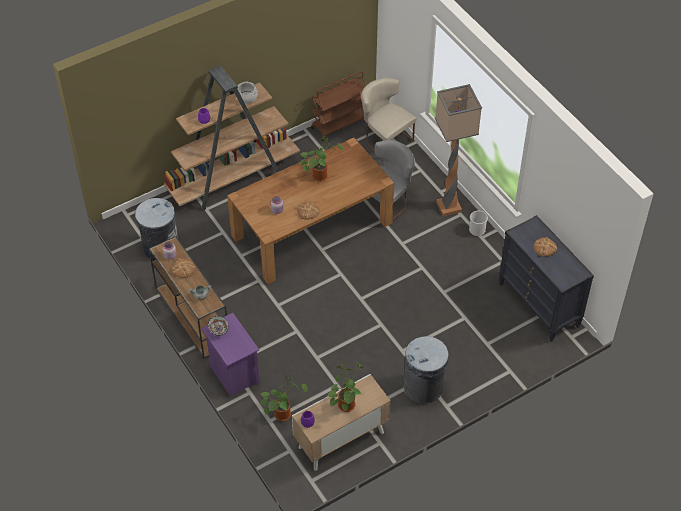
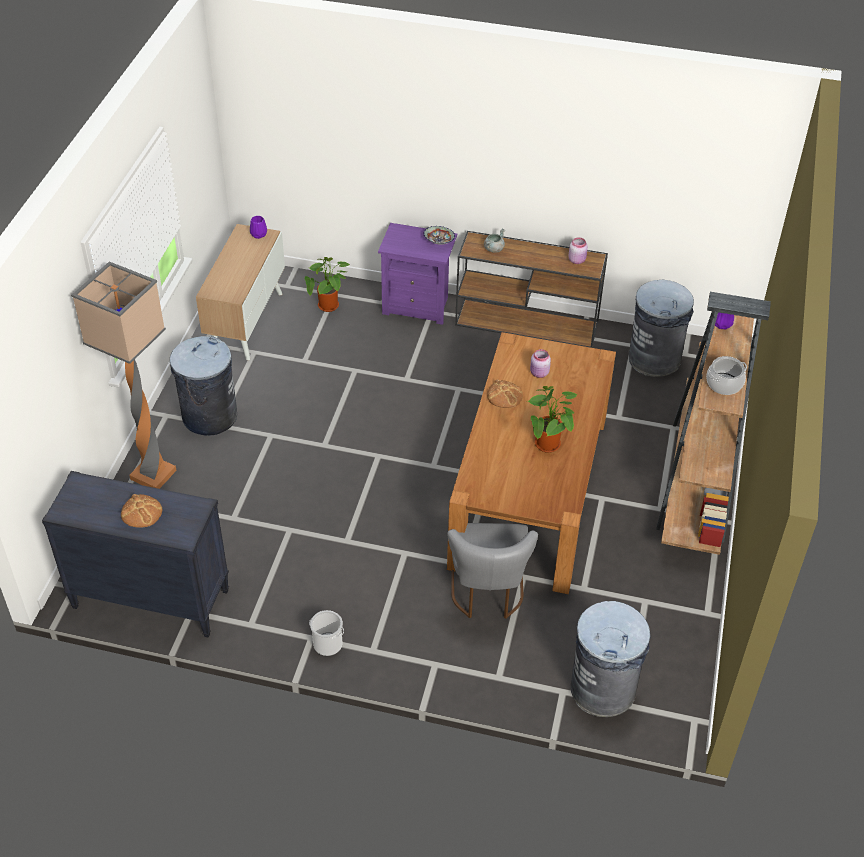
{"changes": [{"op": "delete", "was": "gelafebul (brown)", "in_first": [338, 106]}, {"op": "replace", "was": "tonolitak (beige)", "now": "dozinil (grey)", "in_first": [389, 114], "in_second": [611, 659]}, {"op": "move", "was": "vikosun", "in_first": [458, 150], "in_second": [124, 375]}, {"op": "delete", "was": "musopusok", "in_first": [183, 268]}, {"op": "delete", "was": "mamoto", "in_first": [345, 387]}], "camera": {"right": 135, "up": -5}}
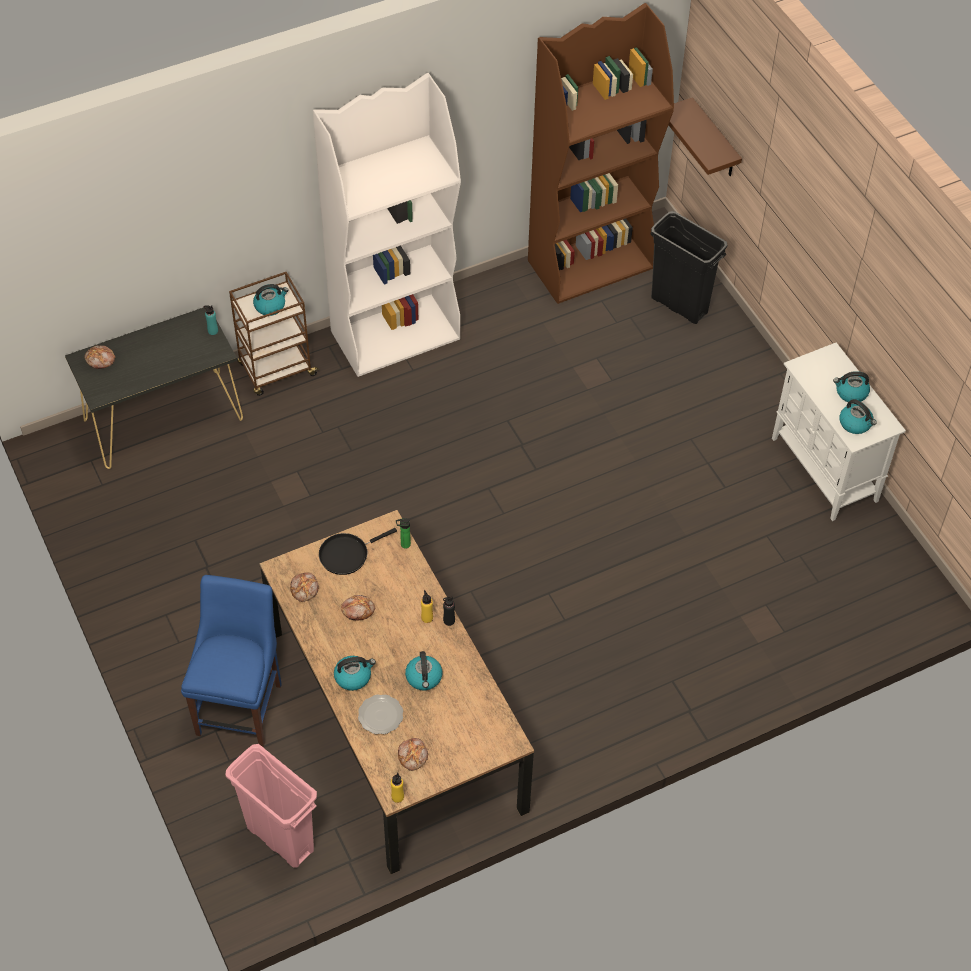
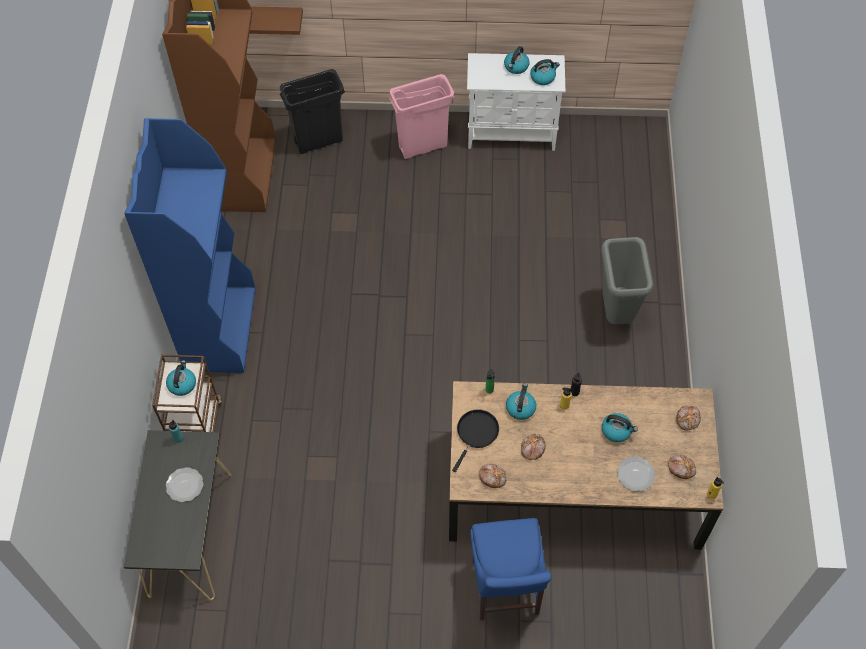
{"changes": [{"op": "recolor", "was": "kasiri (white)", "now": "kasiri (blue)", "in_first": [387, 225], "in_second": [189, 245]}, {"op": "move", "was": "musopusok", "in_first": [99, 357], "in_second": [688, 418]}, {"op": "rotate", "was": "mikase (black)", "in_first": [358, 551], "in_second": [475, 440], "clockwise": -150}, {"op": "rotate", "was": "tonolitak (blue)", "in_first": [231, 661], "in_second": [511, 569], "clockwise": -135}, {"op": "move", "was": "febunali", "in_first": [355, 673], "in_second": [521, 401]}, {"op": "move", "was": "dozinil (pink)", "in_first": [271, 806], "in_second": [422, 116]}, {"op": "insert", "now": "dozinil (grey)", "in_second": [627, 280]}, {"op": "insert", "now": "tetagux", "in_second": [184, 484]}], "camera": {"right": -60, "up": 5}}
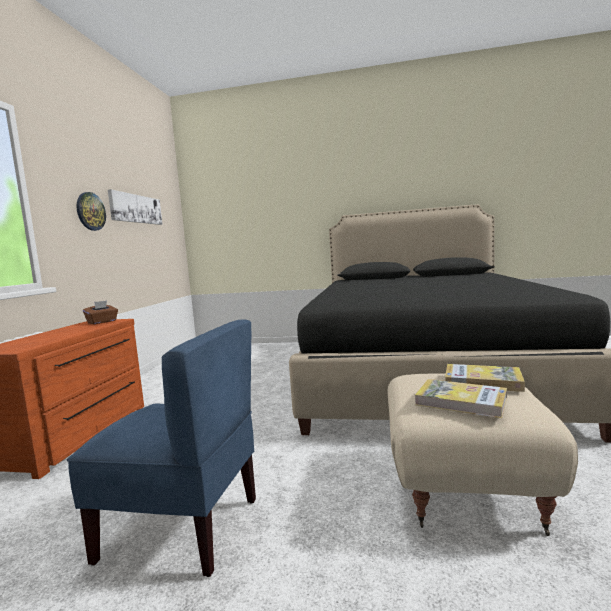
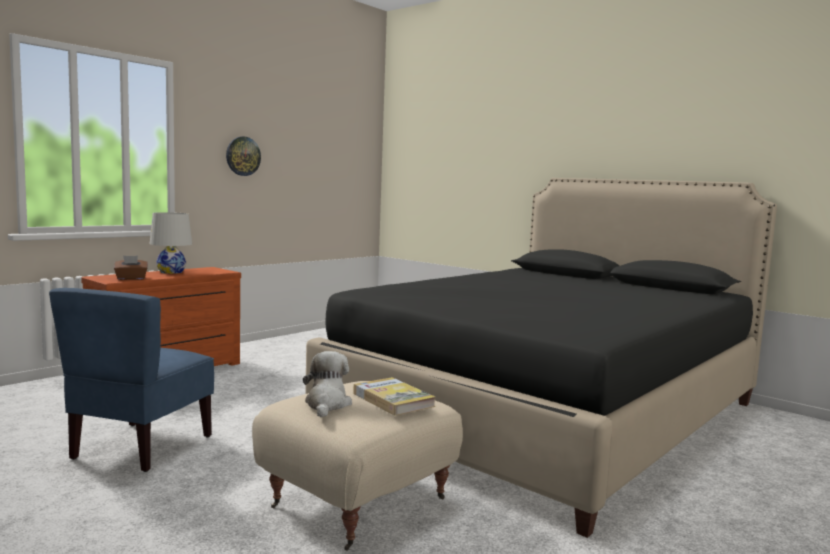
{"changes": [{"op": "delete", "was": "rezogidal", "in_first": [135, 207]}, {"op": "move", "was": "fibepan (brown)", "in_first": [100, 312], "in_second": [131, 268]}, {"op": "rotate", "was": "tonolitak (blue)", "in_first": [161, 448], "in_second": [131, 380], "clockwise": 60}, {"op": "replace", "was": "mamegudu", "now": "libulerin", "in_first": [461, 398], "in_second": [327, 384]}, {"op": "insert", "now": "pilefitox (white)", "in_second": [171, 243]}], "camera": {"right": 30, "up": 0}}
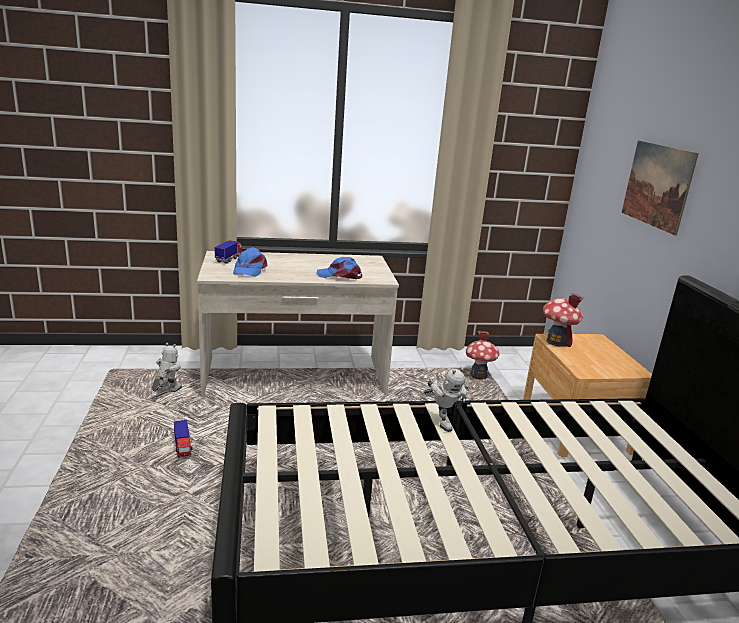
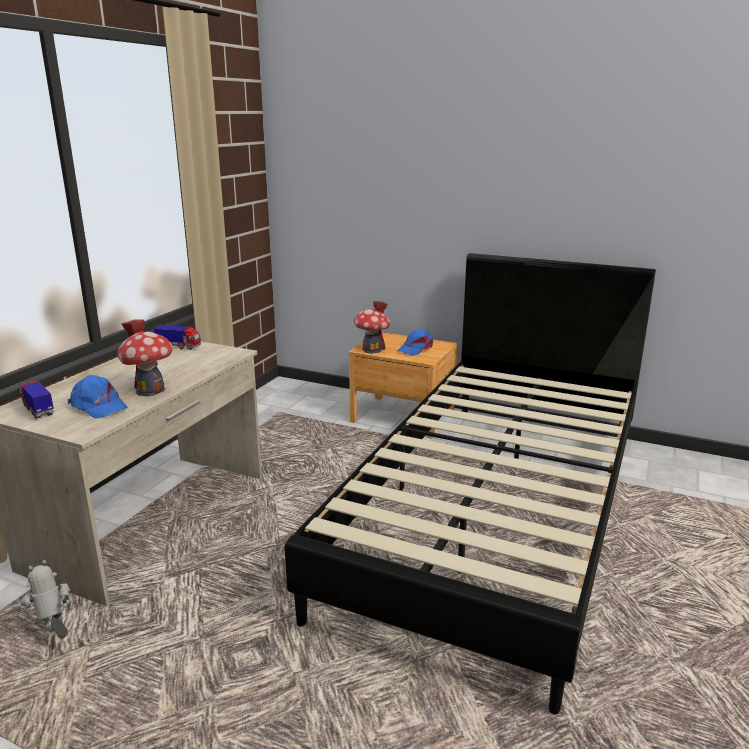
{"changes": [{"op": "delete", "was": "rezogidal", "in_first": [660, 187]}, {"op": "move", "was": "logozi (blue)", "in_first": [339, 268], "in_second": [415, 342]}, {"op": "move", "was": "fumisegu", "in_first": [483, 355], "in_second": [145, 357]}, {"op": "delete", "was": "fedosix", "in_first": [445, 399]}, {"op": "move", "was": "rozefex", "in_first": [183, 439], "in_second": [177, 337]}], "camera": {"right": -55, "up": 0}}
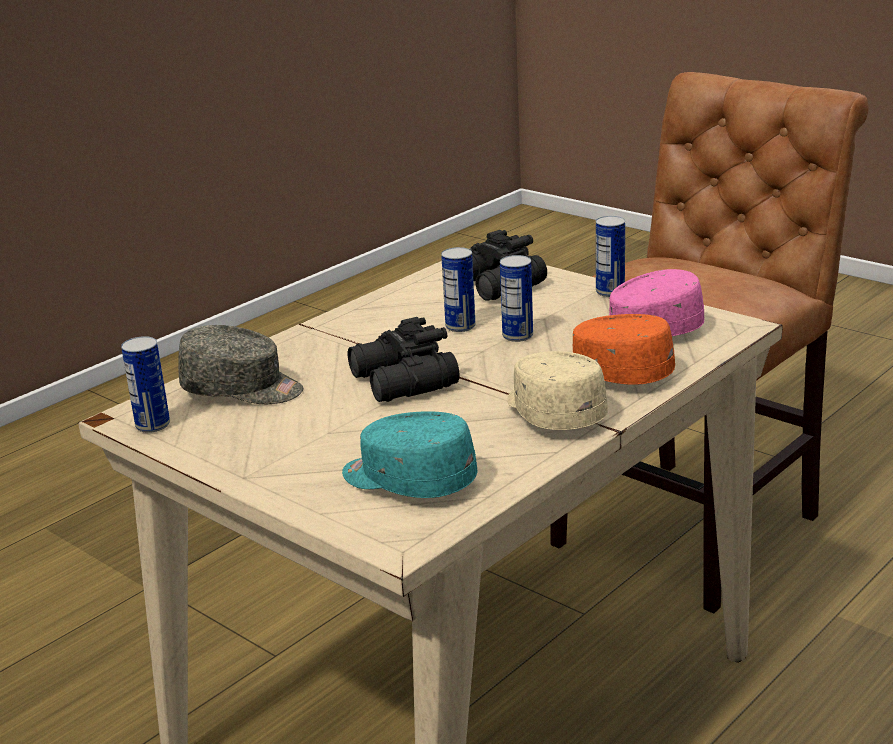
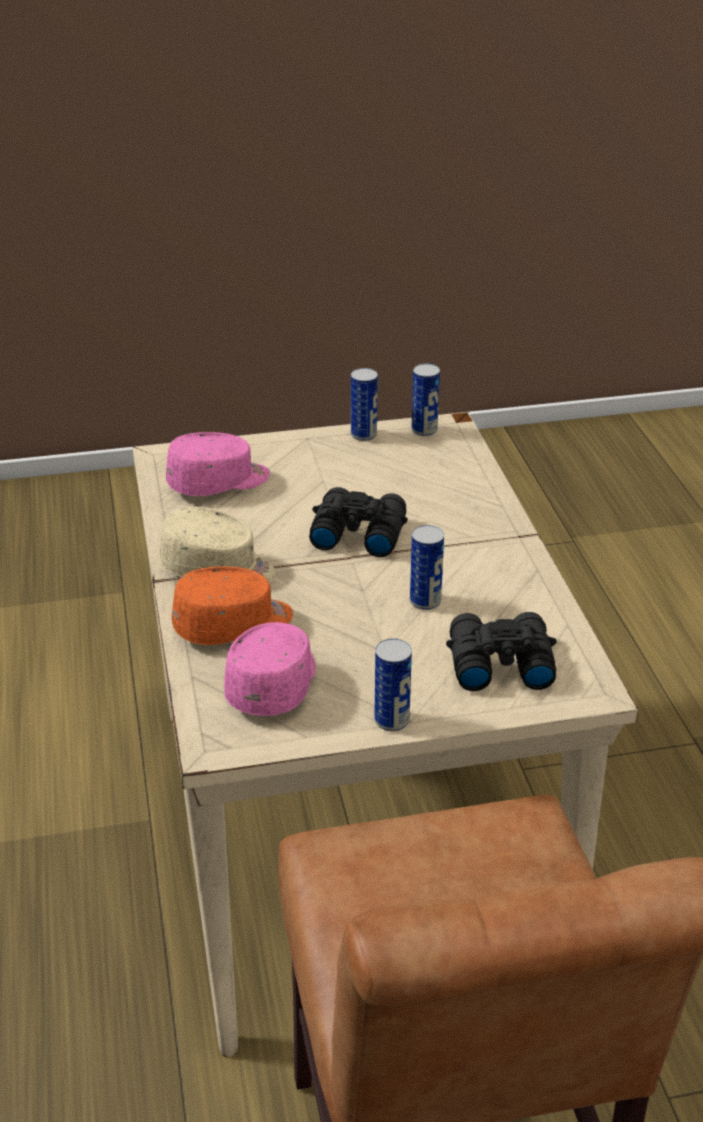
{"changes": [{"op": "move", "was": "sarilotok", "in_first": [516, 298], "in_second": [364, 404]}, {"op": "delete", "was": "logozi (grey)", "in_first": [240, 364]}, {"op": "recolor", "was": "logozi (turquoise)", "now": "logozi (pink)", "in_first": [410, 454], "in_second": [218, 464]}], "camera": {"right": 125, "up": 10}}
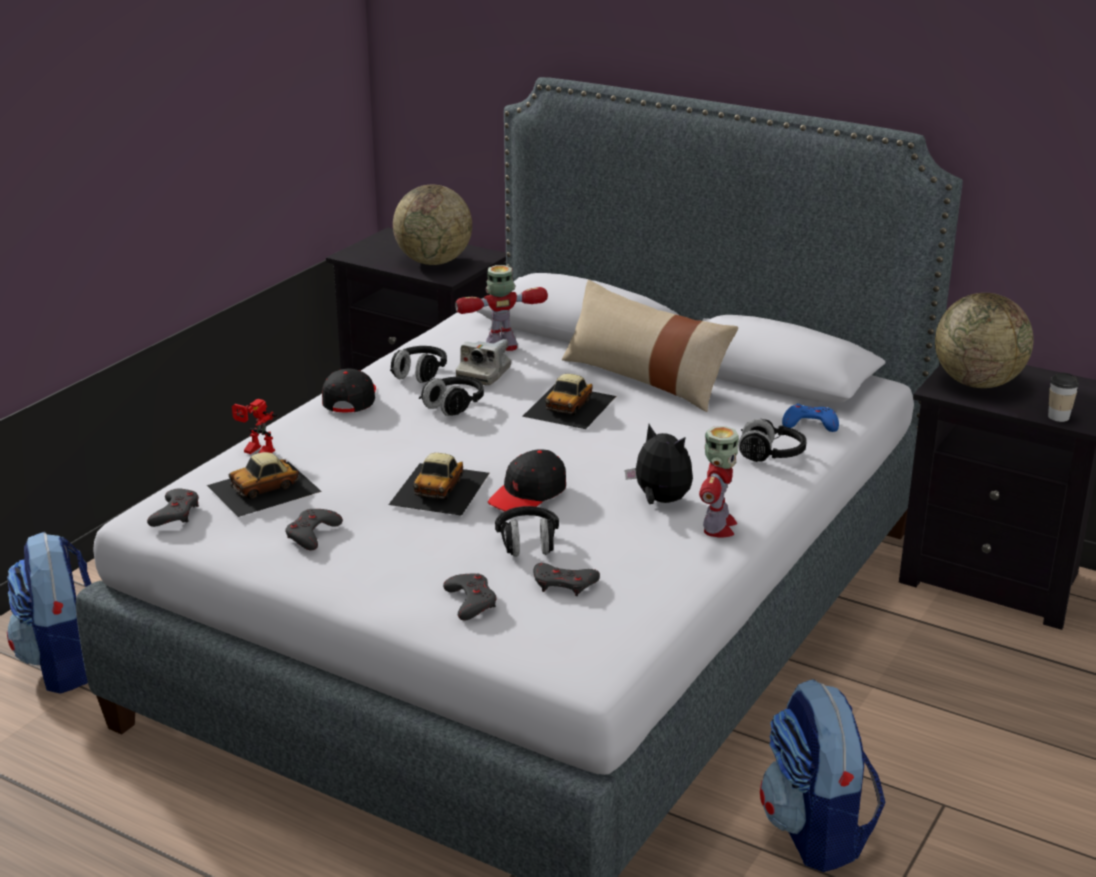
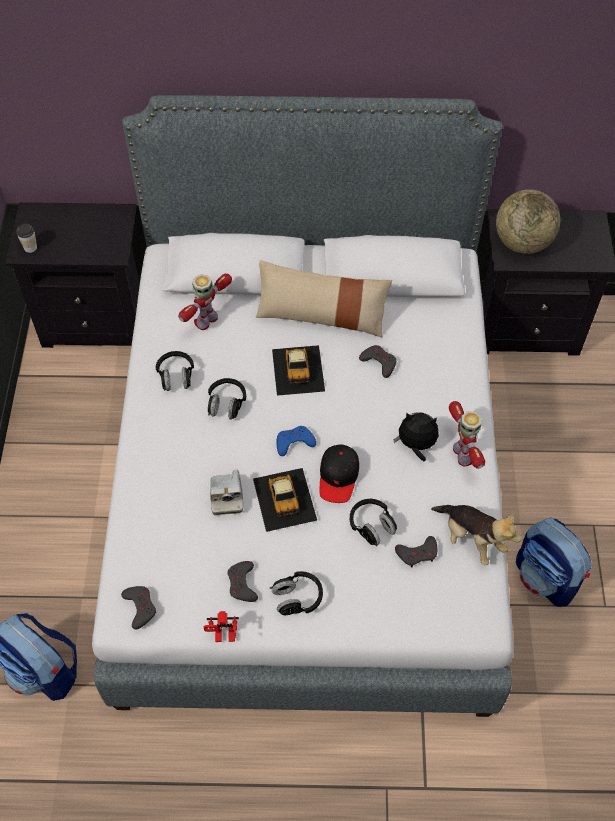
{"changes": [{"op": "delete", "was": "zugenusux", "in_first": [432, 225]}, {"op": "move", "was": "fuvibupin", "in_first": [483, 362], "in_second": [226, 492]}, {"op": "delete", "was": "logozi (black)", "in_first": [349, 390]}, {"op": "move", "was": "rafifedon", "in_first": [1063, 397], "in_second": [26, 238]}, {"op": "move", "was": "fedosix", "in_first": [254, 426], "in_second": [221, 626]}, {"op": "move", "was": "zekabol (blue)", "in_first": [810, 418], "in_second": [296, 441]}, {"op": "move", "was": "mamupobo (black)", "in_first": [772, 440], "in_second": [296, 593]}, {"op": "delete", "was": "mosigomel", "in_first": [264, 484]}, {"op": "move", "was": "zekabol (grey)", "in_first": [469, 597], "in_second": [377, 361]}, {"op": "insert", "now": "libulerin", "in_second": [476, 535]}], "camera": {"right": -30, "up": 30}}
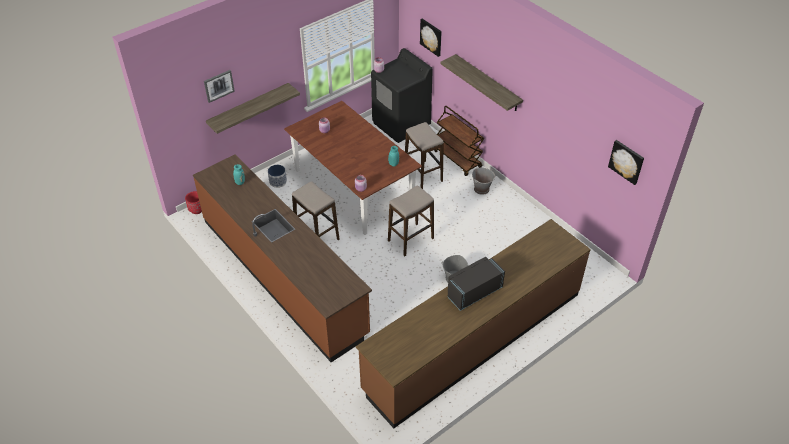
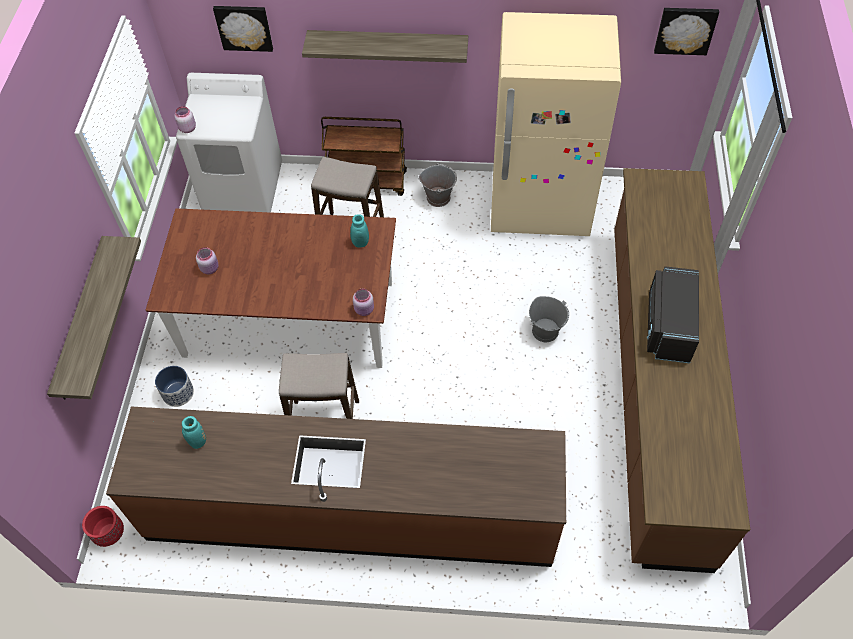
{"changes": [{"op": "recolor", "was": "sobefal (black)", "now": "sobefal (white)", "in_first": [402, 95], "in_second": [229, 142]}, {"op": "delete", "was": "rezogidal", "in_first": [219, 86]}, {"op": "delete", "was": "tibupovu", "in_first": [411, 220]}, {"op": "insert", "now": "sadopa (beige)", "in_second": [556, 124]}], "camera": {"right": -45, "up": 10}}
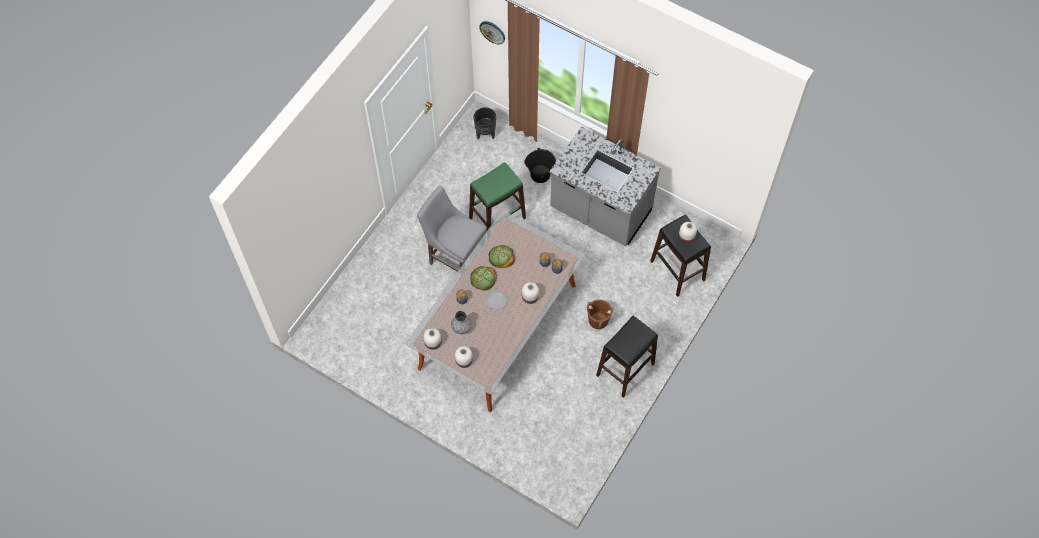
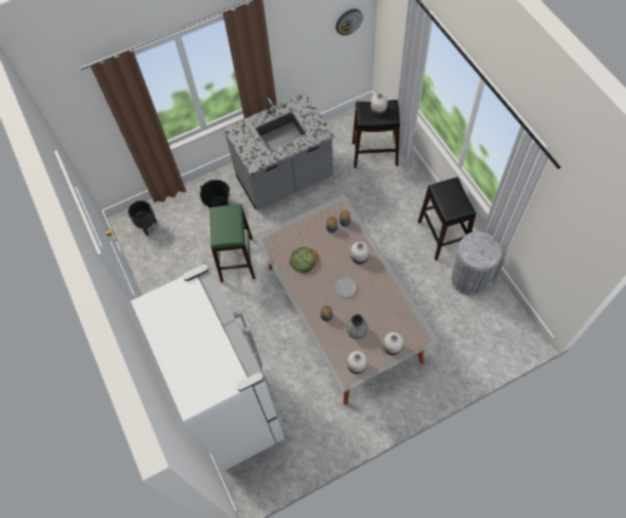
{"changes": [{"op": "move", "was": "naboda", "in_first": [492, 33], "in_second": [349, 22]}, {"op": "delete", "was": "tonolitak (grey)", "in_first": [452, 229]}, {"op": "delete", "was": "musopusok", "in_first": [483, 278]}, {"op": "delete", "was": "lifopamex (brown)", "in_first": [600, 314]}, {"op": "insert", "now": "dozinil (grey)", "in_second": [476, 263]}, {"op": "insert", "now": "sadopa (white)", "in_second": [209, 367]}], "camera": {"right": -55, "up": 0}}
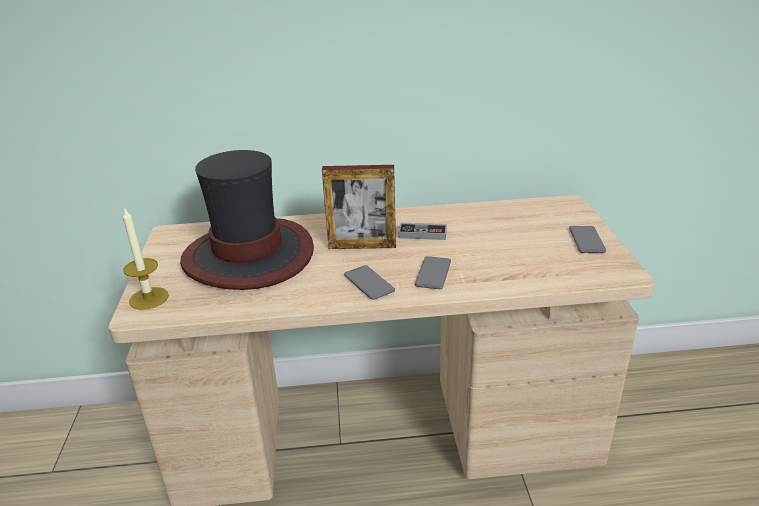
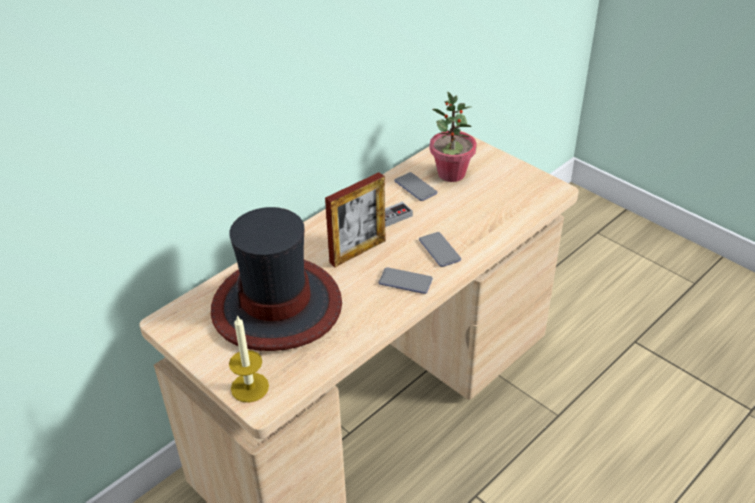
{"changes": [{"op": "move", "was": "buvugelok", "in_first": [587, 239], "in_second": [415, 186]}, {"op": "insert", "now": "mamoto", "in_second": [453, 136]}], "camera": {"right": -40, "up": 10}}
